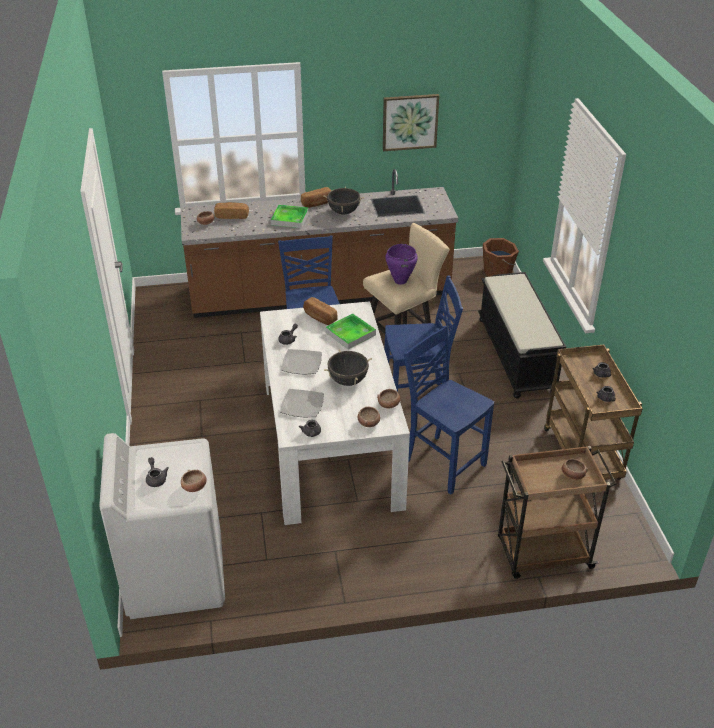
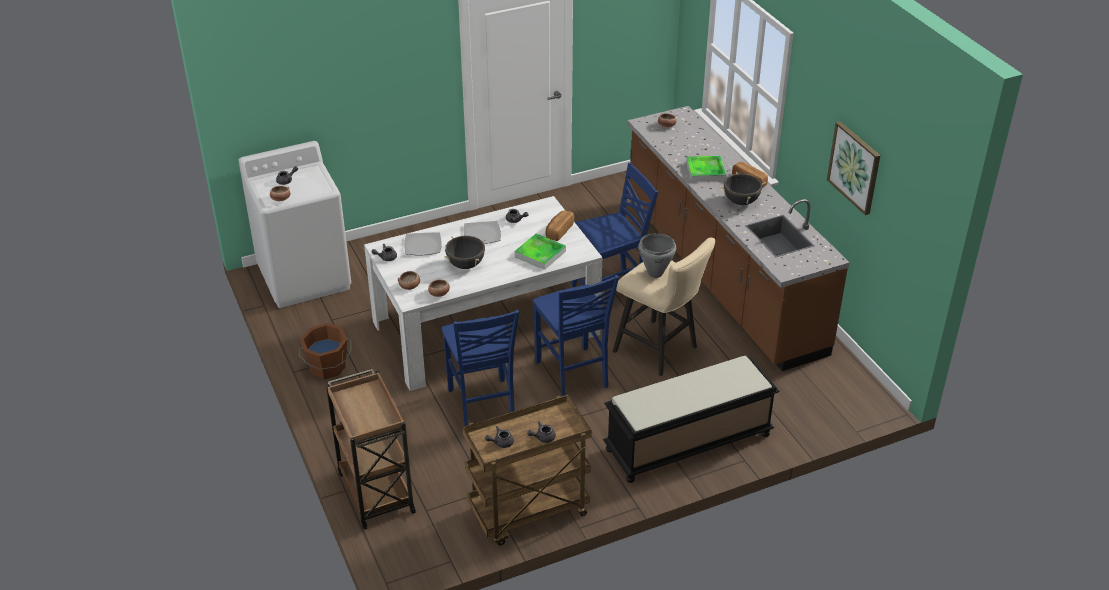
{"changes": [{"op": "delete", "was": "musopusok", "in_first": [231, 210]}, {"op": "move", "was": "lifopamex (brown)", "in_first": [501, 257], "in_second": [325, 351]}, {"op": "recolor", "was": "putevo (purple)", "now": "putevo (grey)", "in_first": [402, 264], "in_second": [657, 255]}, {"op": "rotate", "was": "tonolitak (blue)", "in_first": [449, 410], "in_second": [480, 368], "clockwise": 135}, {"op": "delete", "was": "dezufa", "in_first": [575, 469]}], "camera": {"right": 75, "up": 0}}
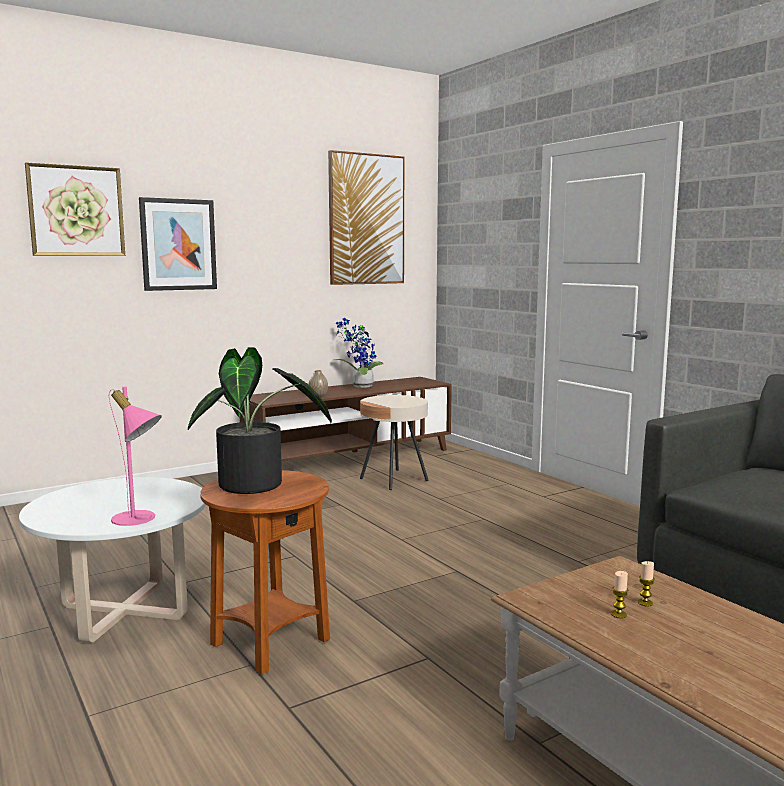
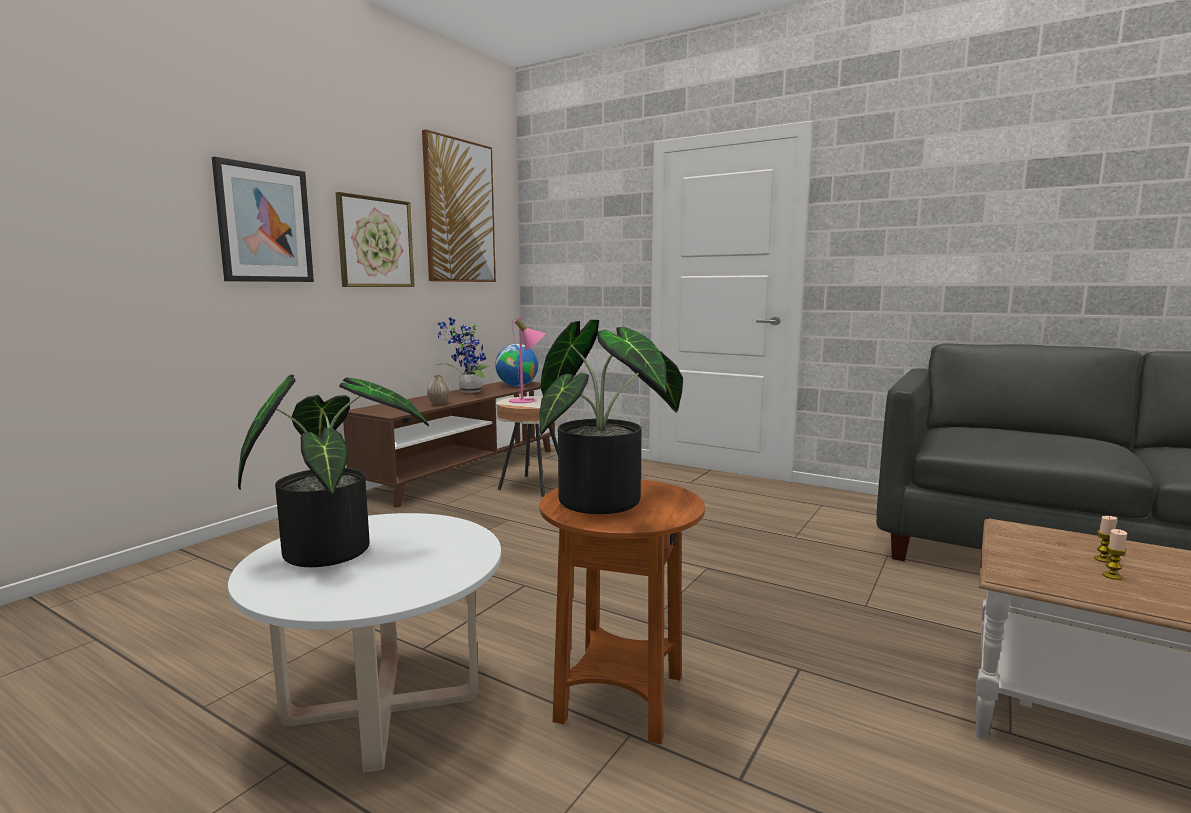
{"changes": [{"op": "move", "was": "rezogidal", "in_first": [75, 209], "in_second": [375, 239]}, {"op": "move", "was": "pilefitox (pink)", "in_first": [135, 456], "in_second": [527, 360]}, {"op": "insert", "now": "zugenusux", "in_second": [516, 365]}, {"op": "insert", "now": "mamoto", "in_second": [333, 470]}], "camera": {"right": -25, "up": 0}}
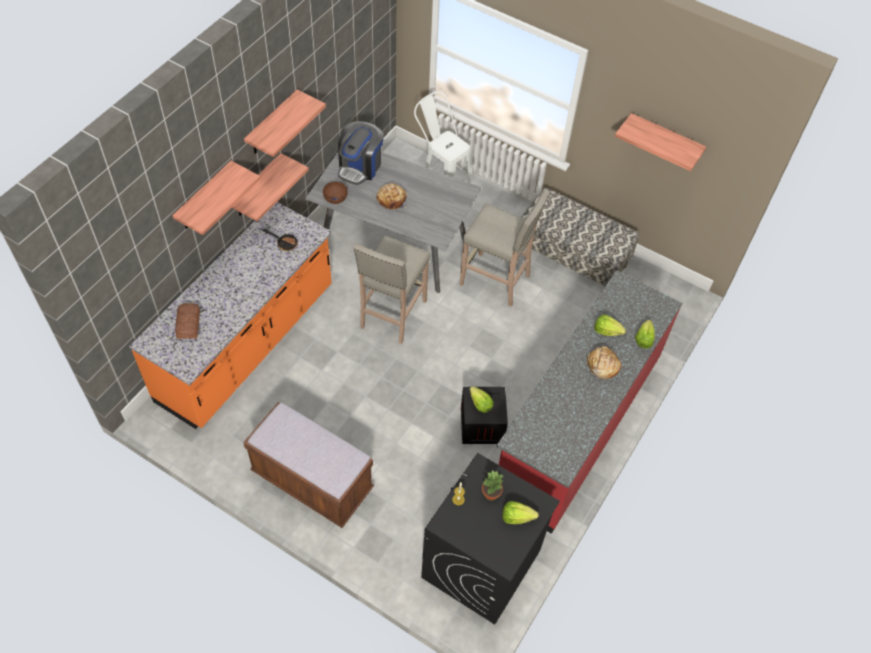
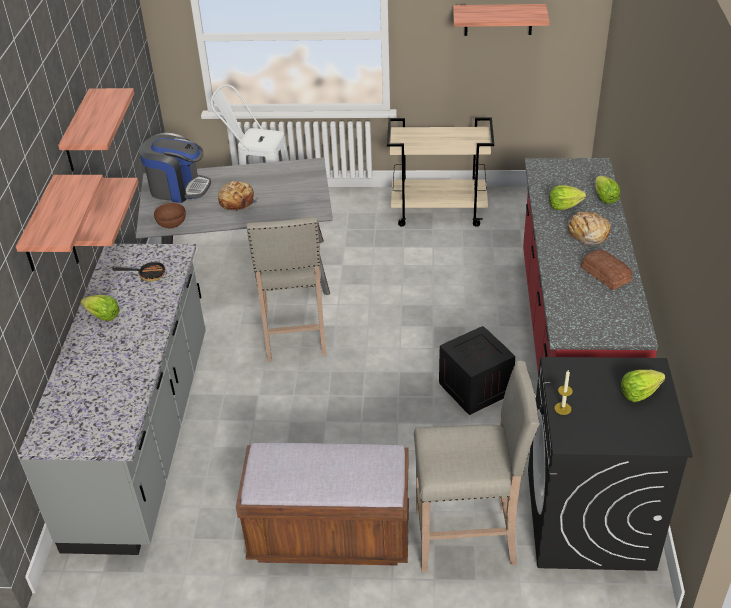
{"changes": [{"op": "rotate", "was": "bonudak", "in_first": [361, 153], "in_second": [175, 168], "clockwise": -75}, {"op": "replace", "was": "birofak", "now": "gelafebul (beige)", "in_first": [580, 237], "in_second": [440, 172]}, {"op": "move", "was": "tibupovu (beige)", "in_first": [504, 248], "in_second": [477, 466]}, {"op": "recolor", "was": "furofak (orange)", "now": "furofak (grey)", "in_first": [230, 315], "in_second": [111, 399]}, {"op": "move", "was": "musopusok", "in_first": [187, 321], "in_second": [606, 269]}, {"op": "move", "was": "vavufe", "in_first": [481, 399], "in_second": [100, 308]}, {"op": "delete", "was": "mamoto", "in_first": [492, 485]}], "camera": {"right": -25, "up": -15}}
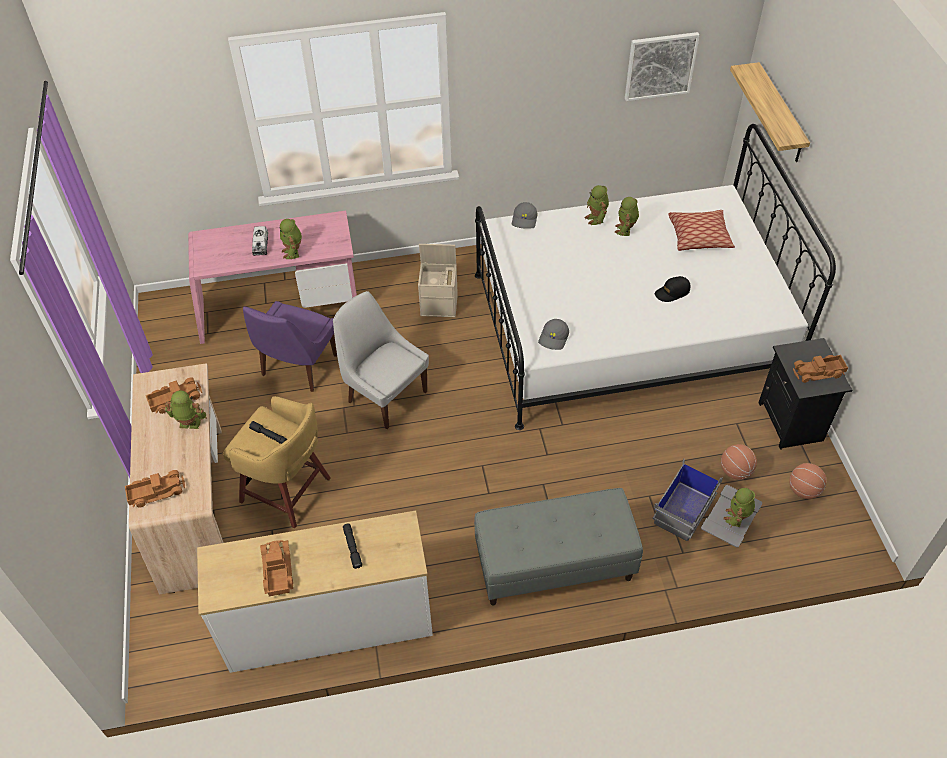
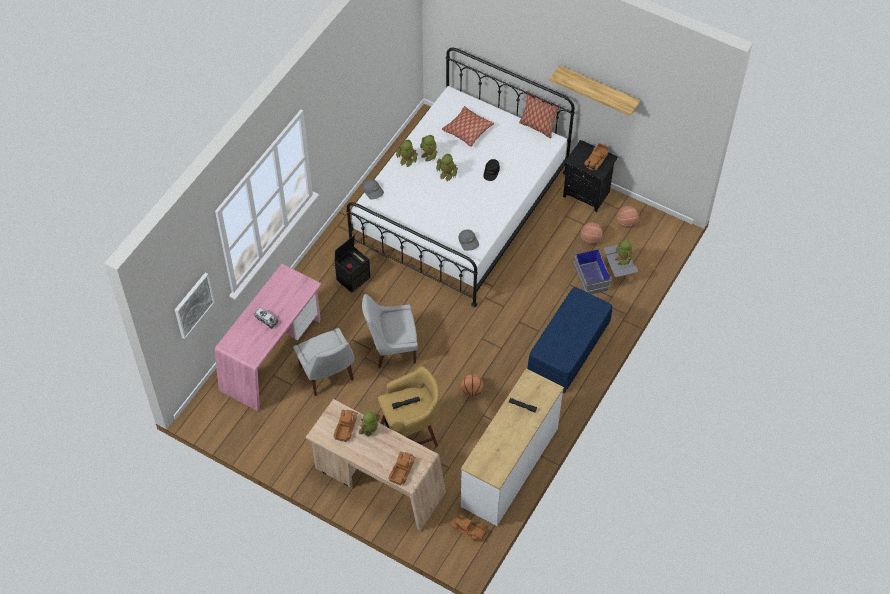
{"changes": [{"op": "move", "was": "rezogidal", "in_first": [662, 66], "in_second": [195, 306]}, {"op": "move", "was": "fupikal", "in_first": [770, 112], "in_second": [594, 90]}, {"op": "move", "was": "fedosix", "in_first": [290, 239], "in_second": [447, 167]}, {"op": "recolor", "was": "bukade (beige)", "now": "bukade (black)", "in_first": [438, 280], "in_second": [352, 264]}, {"op": "recolor", "was": "tonolitak (purple)", "now": "tonolitak (white)", "in_first": [290, 346], "in_second": [323, 362]}, {"op": "recolor", "was": "birofak (grey)", "now": "birofak (blue)", "in_first": [558, 546], "in_second": [570, 340]}, {"op": "move", "was": "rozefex", "in_first": [276, 568], "in_second": [469, 527]}, {"op": "insert", "now": "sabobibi", "in_second": [539, 115]}, {"op": "insert", "now": "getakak", "in_second": [472, 385]}], "camera": {"right": -50, "up": 5}}
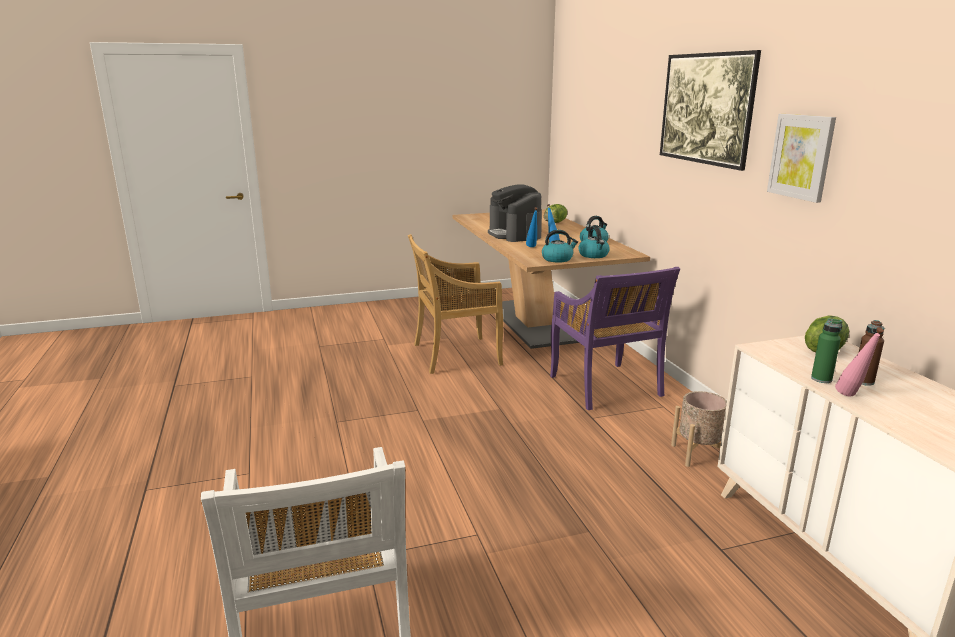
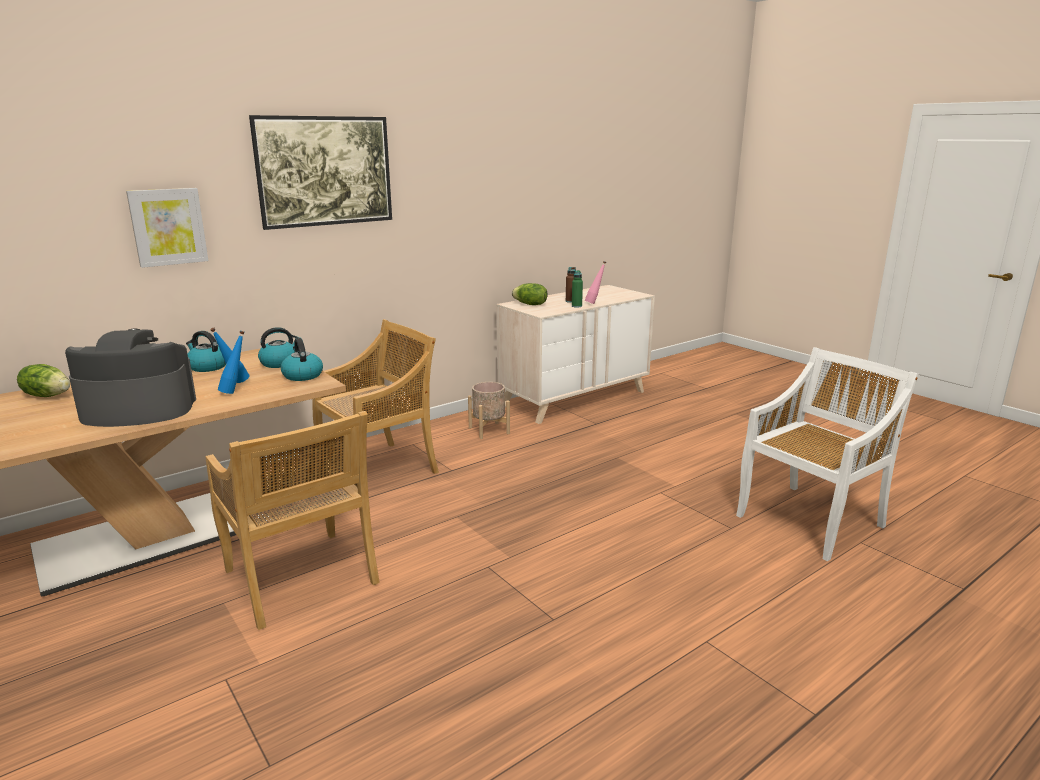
{"changes": [{"op": "move", "was": "rezogidal", "in_first": [801, 158], "in_second": [167, 228]}, {"op": "rotate", "was": "bonudak", "in_first": [515, 213], "in_second": [130, 378], "clockwise": -150}, {"op": "recolor", "was": "tonolitak (purple)", "now": "tonolitak (beige)", "in_first": [615, 338], "in_second": [375, 396]}], "camera": {"right": -110, "up": 0}}
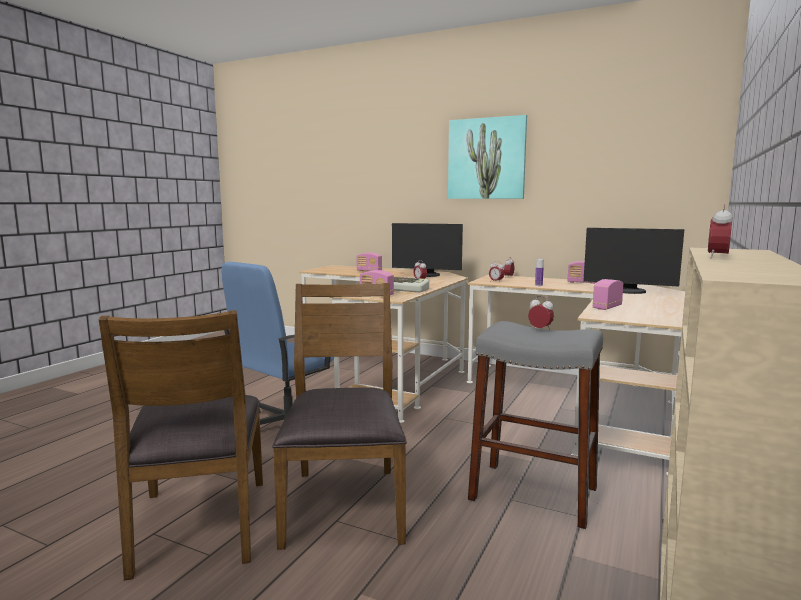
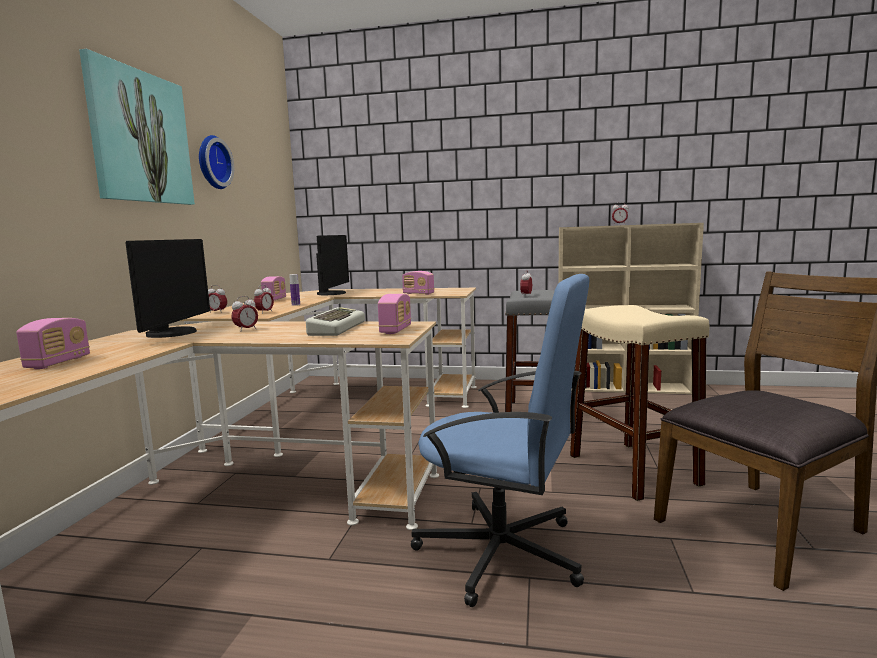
{"changes": [{"op": "replace", "was": "tonolitak (brown)", "now": "tibupovu (beige)", "in_first": [339, 416], "in_second": [639, 403]}, {"op": "insert", "now": "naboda", "in_second": [216, 162]}], "camera": {"right": -105, "up": 0}}
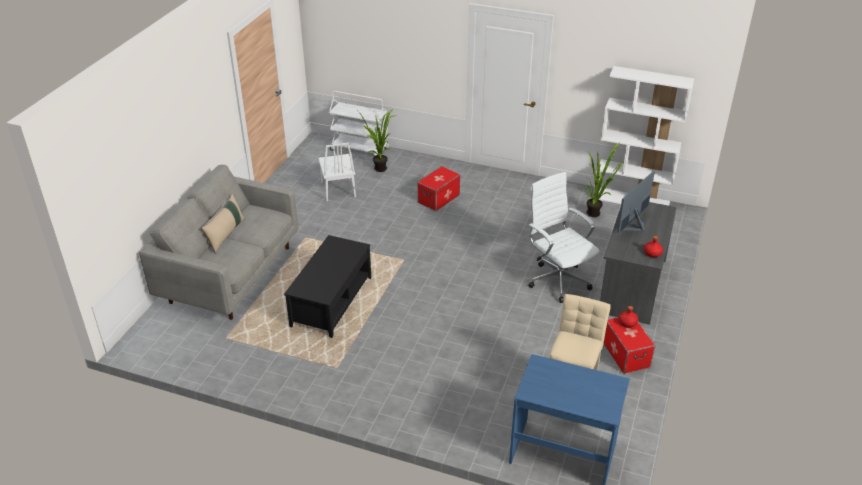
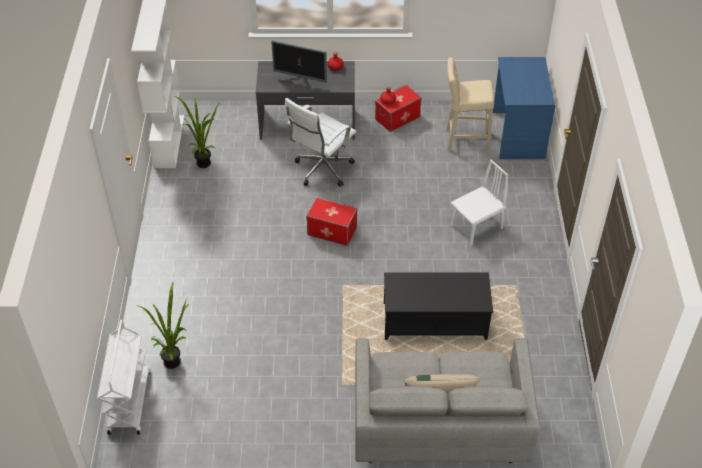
{"changes": [{"op": "move", "was": "tonolitak (white)", "in_first": [337, 172], "in_second": [479, 202]}, {"op": "move", "was": "bukade", "in_first": [439, 188], "in_second": [331, 221]}], "camera": {"right": -110, "up": 10}}
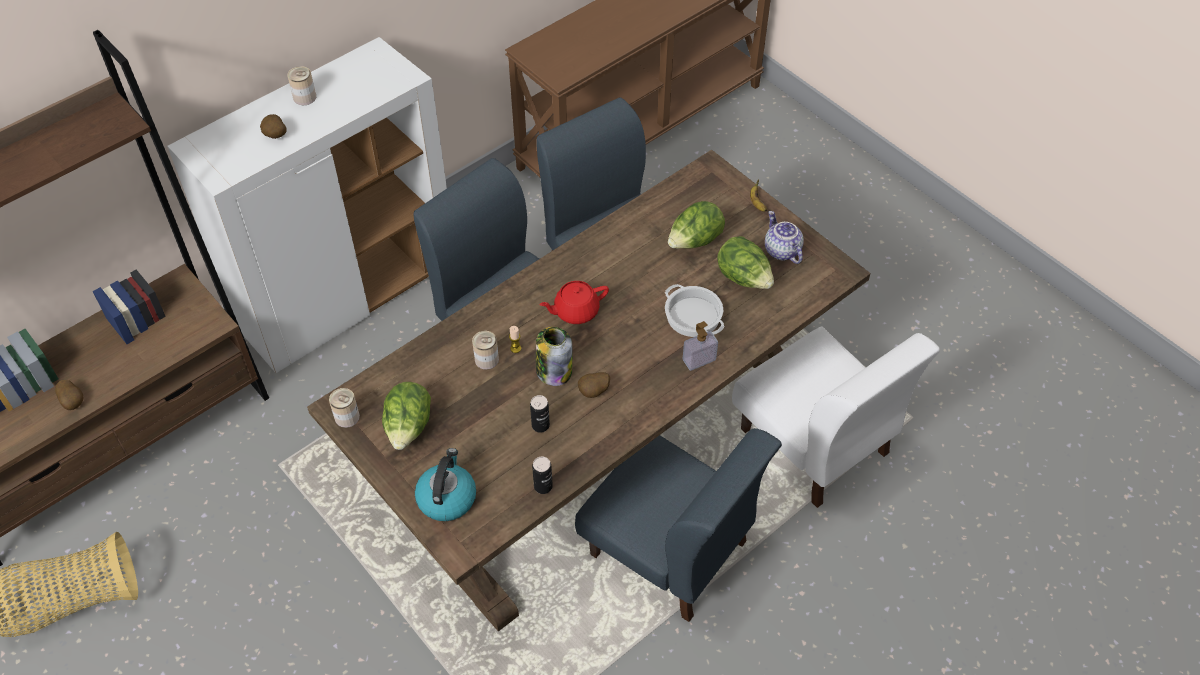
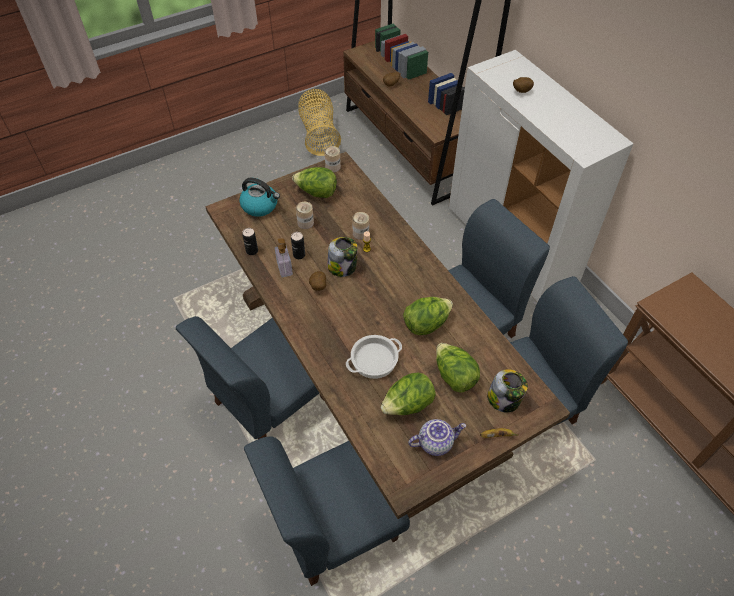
{"changes": [{"op": "move", "was": "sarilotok", "in_first": [301, 85], "in_second": [305, 215]}, {"op": "delete", "was": "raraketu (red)", "in_first": [574, 302]}, {"op": "move", "was": "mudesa", "in_first": [700, 346], "in_second": [284, 258]}, {"op": "recolor", "was": "tonolitak (white)", "now": "tonolitak (blue)", "in_first": [836, 417], "in_second": [327, 511]}, {"op": "insert", "now": "vavufe", "in_second": [428, 316]}, {"op": "insert", "now": "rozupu", "in_second": [507, 391]}], "camera": {"right": 100, "up": 0}}
